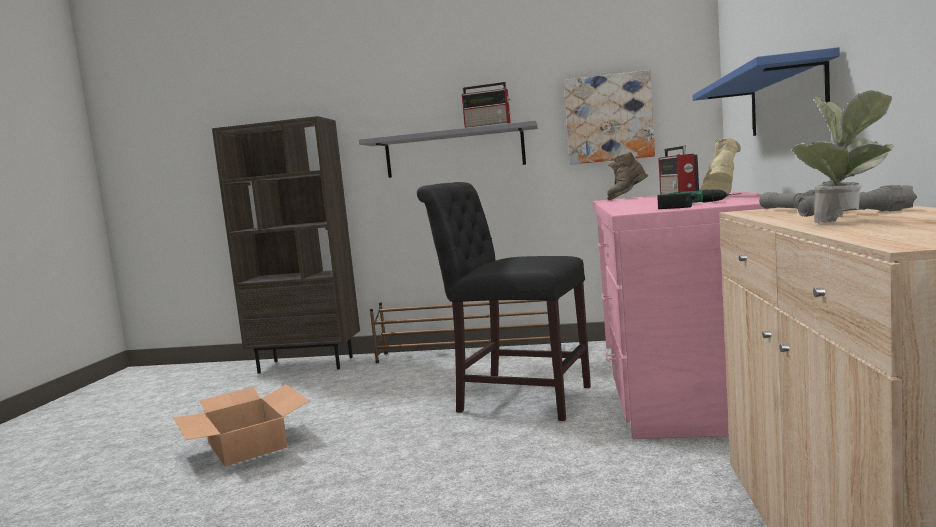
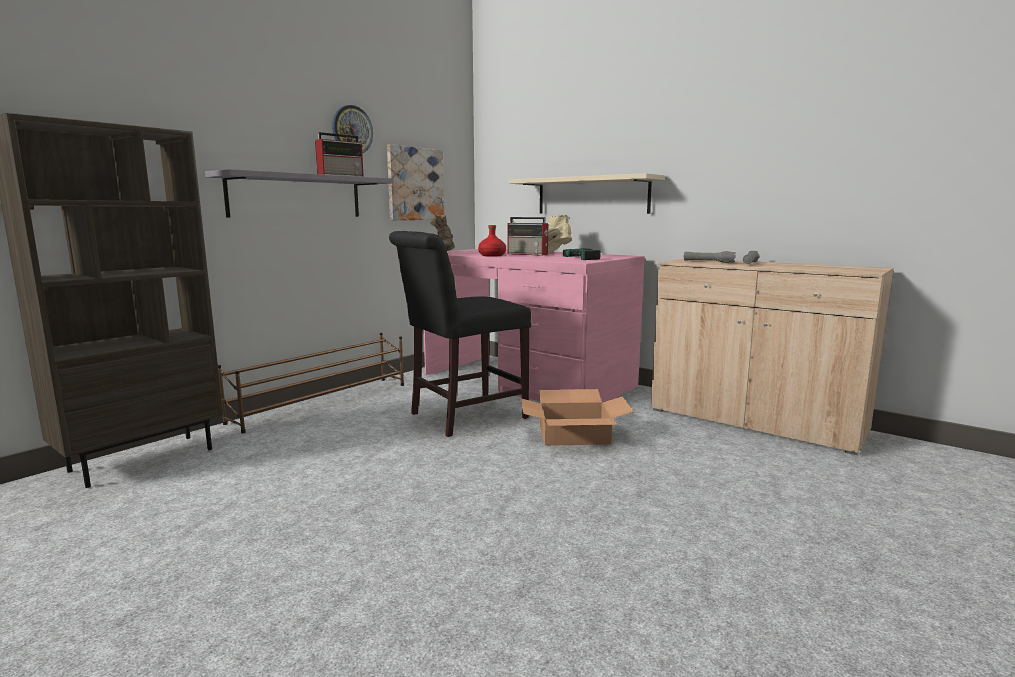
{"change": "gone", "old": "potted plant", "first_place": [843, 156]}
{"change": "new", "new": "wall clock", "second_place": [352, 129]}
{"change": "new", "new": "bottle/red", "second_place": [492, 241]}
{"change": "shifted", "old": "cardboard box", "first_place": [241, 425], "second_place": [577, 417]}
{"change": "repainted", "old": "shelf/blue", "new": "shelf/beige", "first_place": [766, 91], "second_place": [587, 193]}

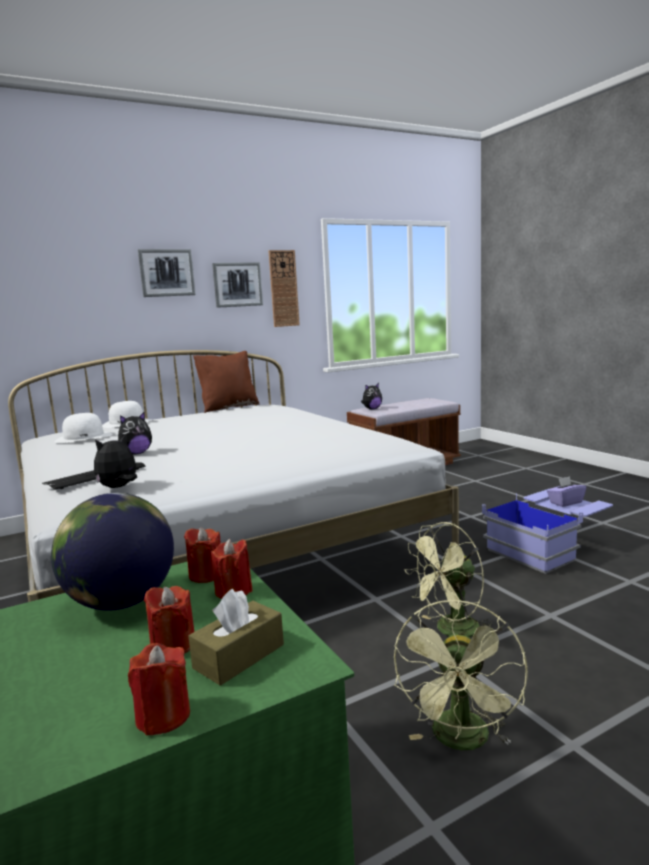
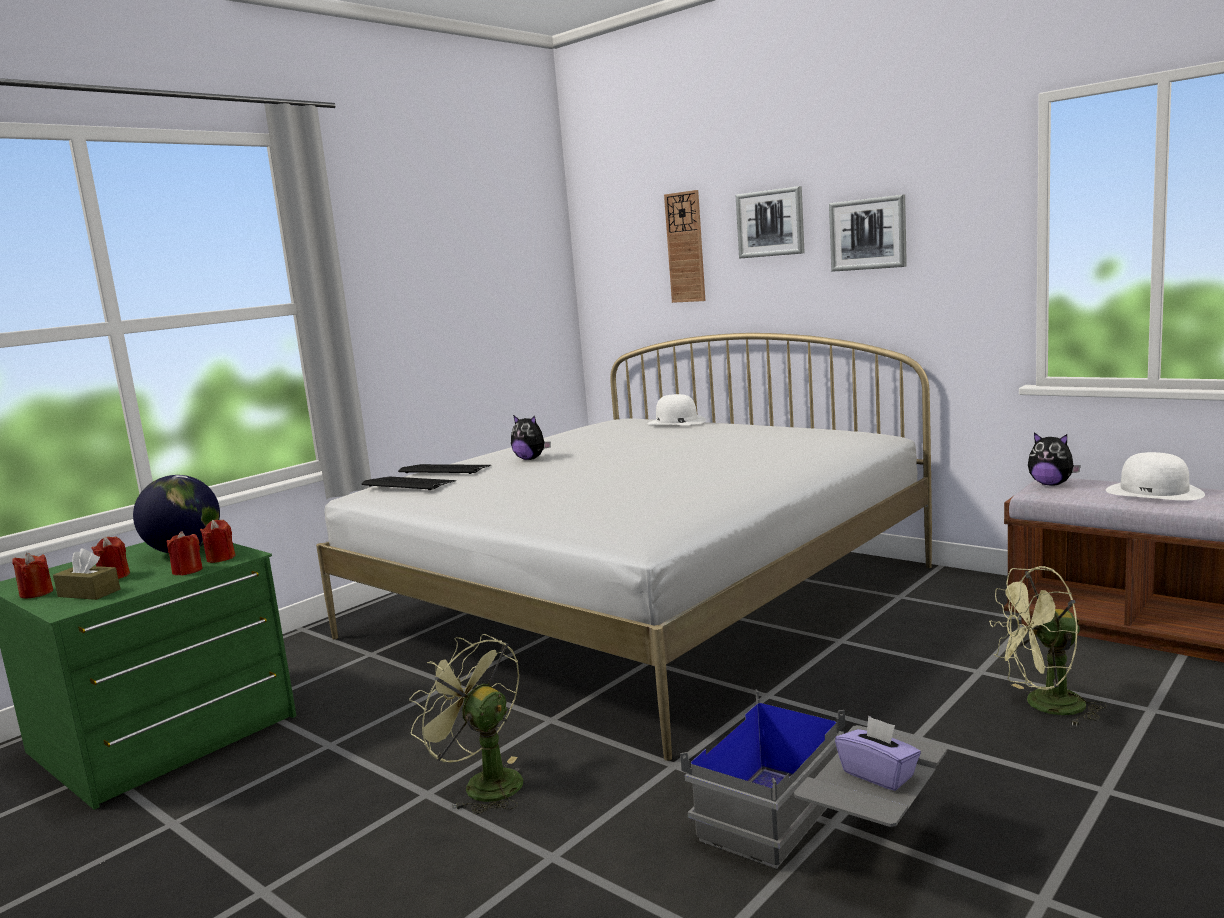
{"change": "gone", "old": "pillow/brown", "first_place": [226, 382]}
{"change": "shifted", "old": "hat/white", "first_place": [83, 428], "second_place": [1155, 476]}
{"change": "shifted", "old": "wall clock", "first_place": [284, 288], "second_place": [684, 246]}
{"change": "shifted", "old": "fan/green", "first_place": [461, 674], "second_place": [1048, 646]}
{"change": "swapped", "old": "plush toy", "new": "keyboard", "first_place": [115, 461], "second_place": [409, 483]}
{"change": "repainted", "old": "storage box/blue", "new": "storage box/grey", "first_place": [547, 531], "second_place": [813, 779]}

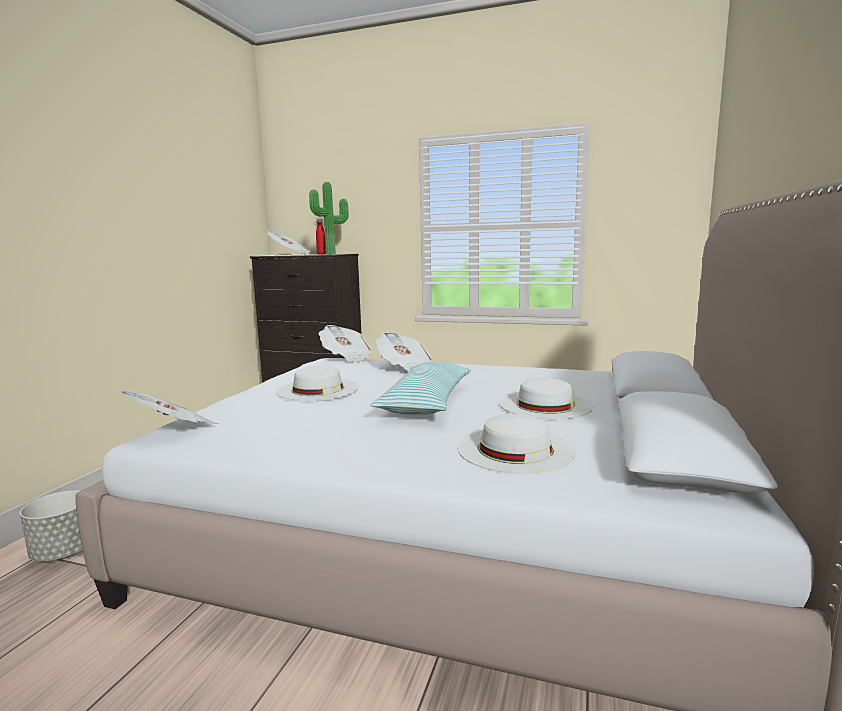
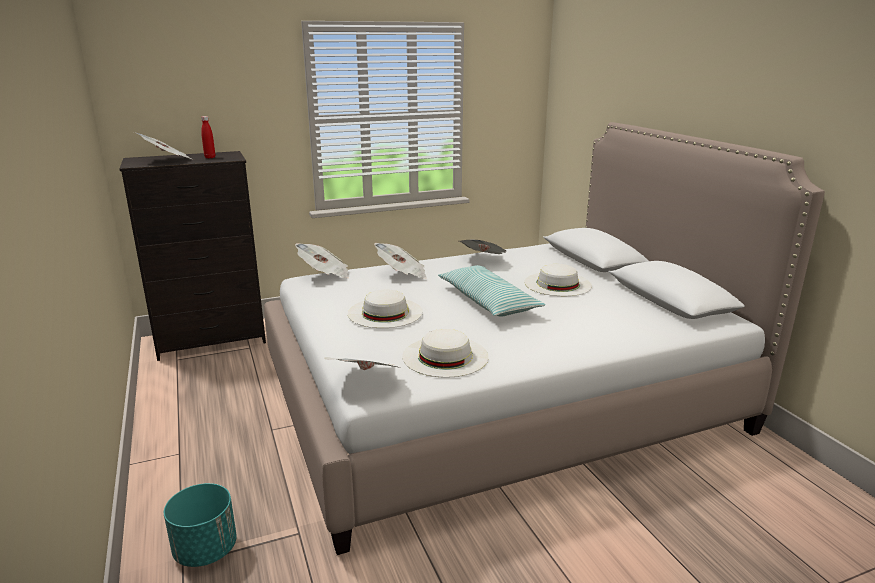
{"change": "gone", "old": "potted plant", "first_place": [329, 218]}
{"change": "new", "new": "newspaper", "second_place": [482, 247]}
{"change": "shifted", "old": "hat/white", "first_place": [516, 444], "second_place": [445, 353]}
{"change": "repainted", "old": "planter/grey", "new": "planter/turquoise", "first_place": [51, 525], "second_place": [200, 525]}

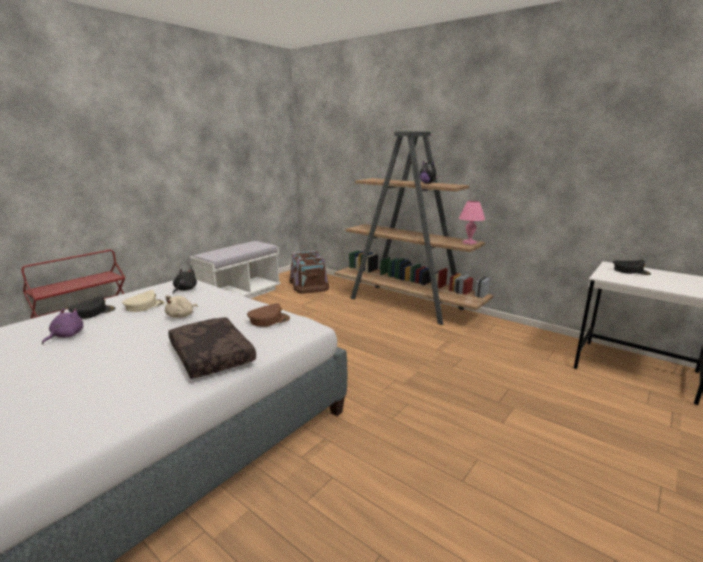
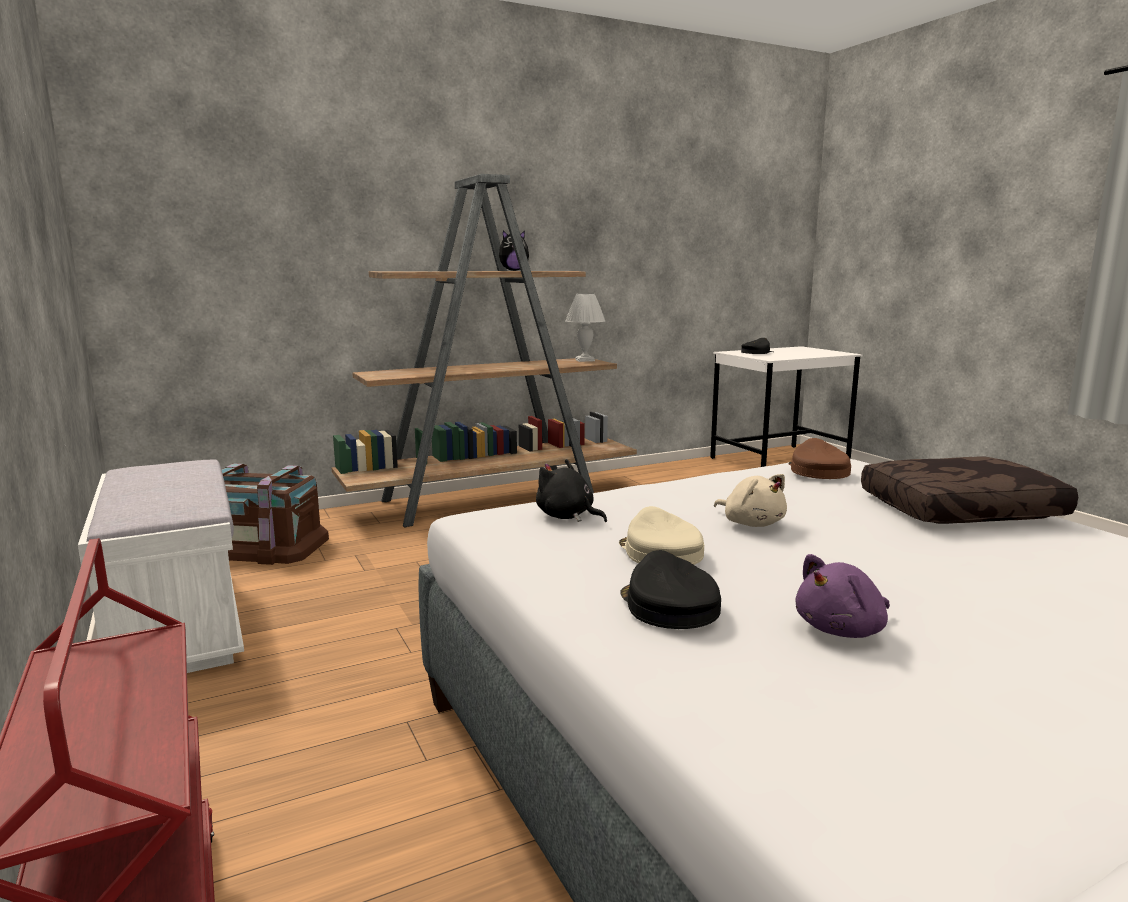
{"change": "repainted", "old": "table lamp/pink", "new": "table lamp/white", "first_place": [472, 223], "second_place": [585, 327]}
{"change": "rotated", "old": "plush toy/purple", "first_place": [62, 326], "second_place": [842, 596], "degrees": -75}

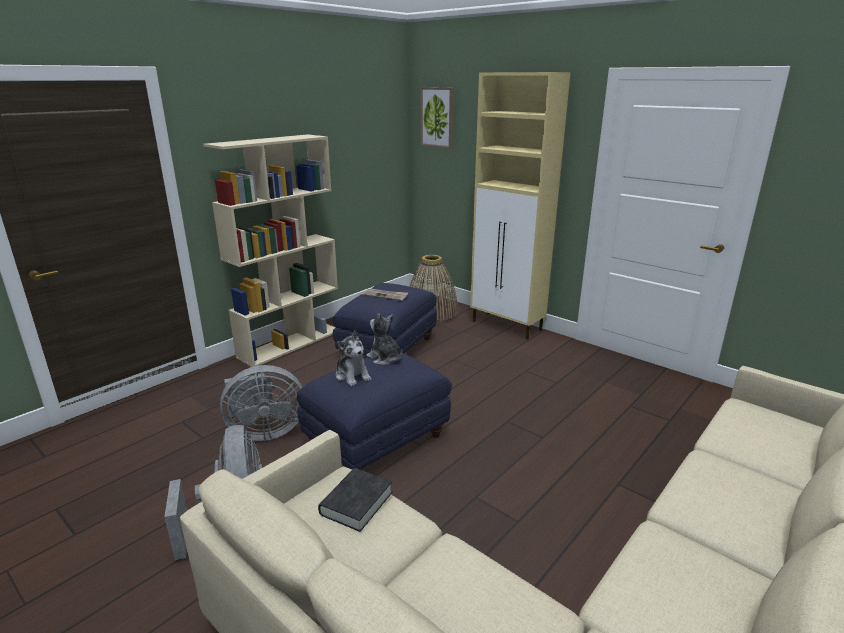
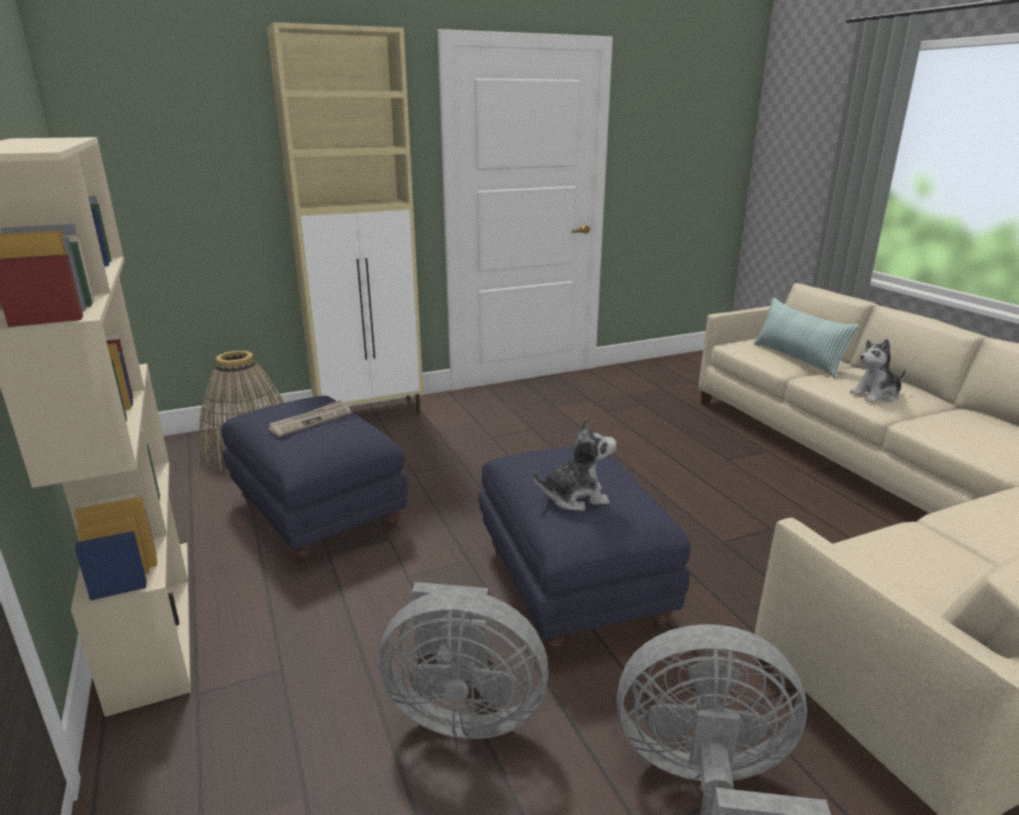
{"change": "gone", "old": "book/black", "first_place": [355, 500]}
{"change": "gone", "old": "picture", "first_place": [437, 117]}
{"change": "new", "new": "pillow", "second_place": [806, 337]}
{"change": "shifted", "old": "plush toy", "first_place": [384, 339], "second_place": [878, 371]}
{"change": "rotated", "old": "fan/grey", "first_place": [261, 403], "second_place": [463, 660], "degrees": 90}

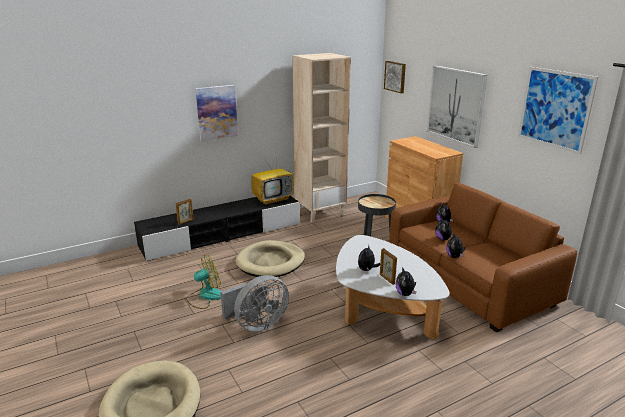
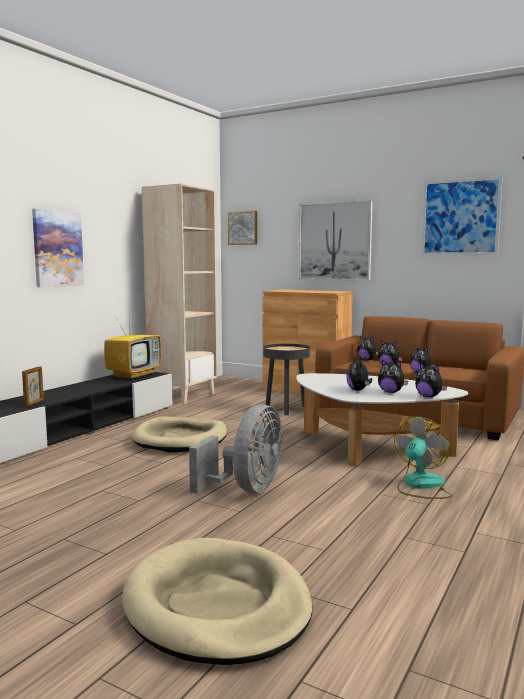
{"change": "shifted", "old": "fan", "first_place": [203, 282], "second_place": [423, 457]}
{"change": "swapped", "old": "picture frame", "new": "plush toy", "first_place": [388, 266], "second_place": [393, 376]}

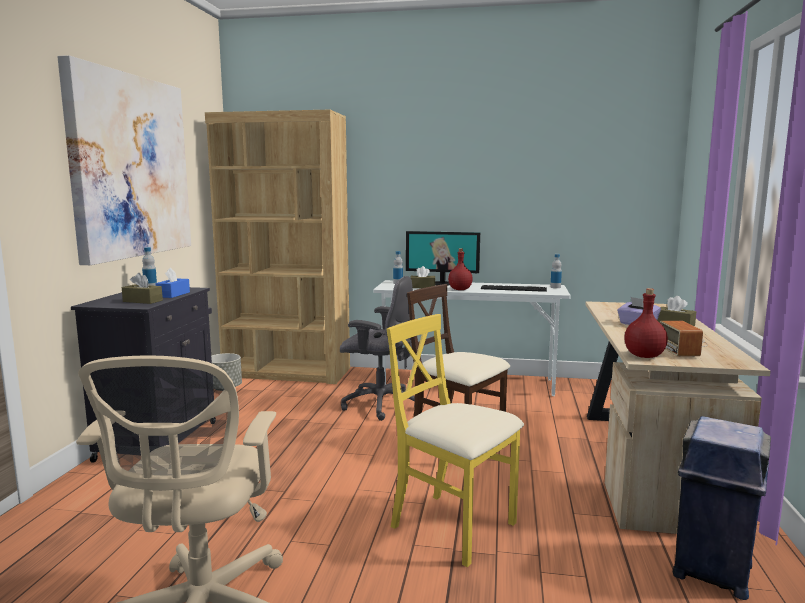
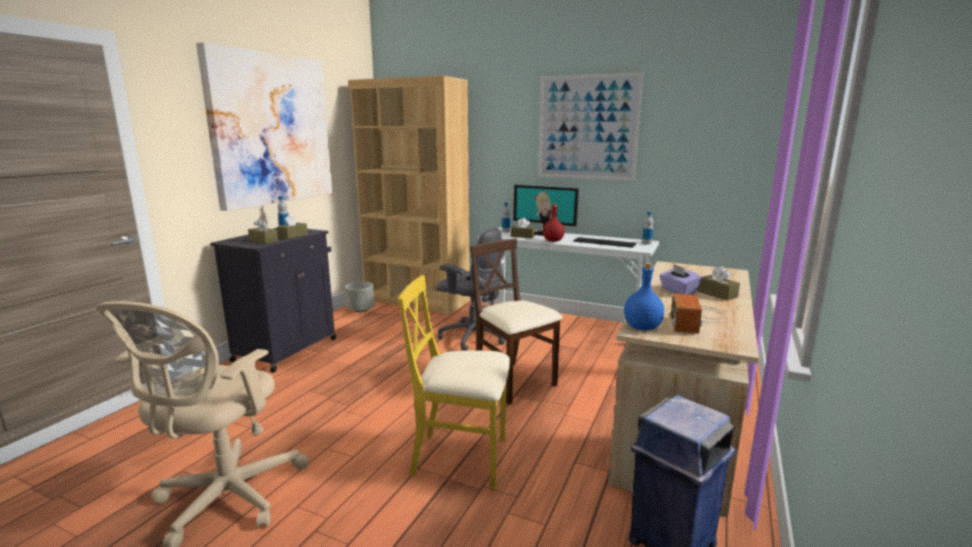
{"change": "new", "new": "picture", "second_place": [590, 126]}
{"change": "repainted", "old": "tissue box/blue", "new": "tissue box/brown", "first_place": [172, 282], "second_place": [292, 226]}
{"change": "repainted", "old": "bottle/red", "new": "bottle/blue", "first_place": [646, 323], "second_place": [644, 296]}
{"change": "rotated", "old": "chair/yellow", "first_place": [455, 440], "second_place": [454, 382], "degrees": -45}

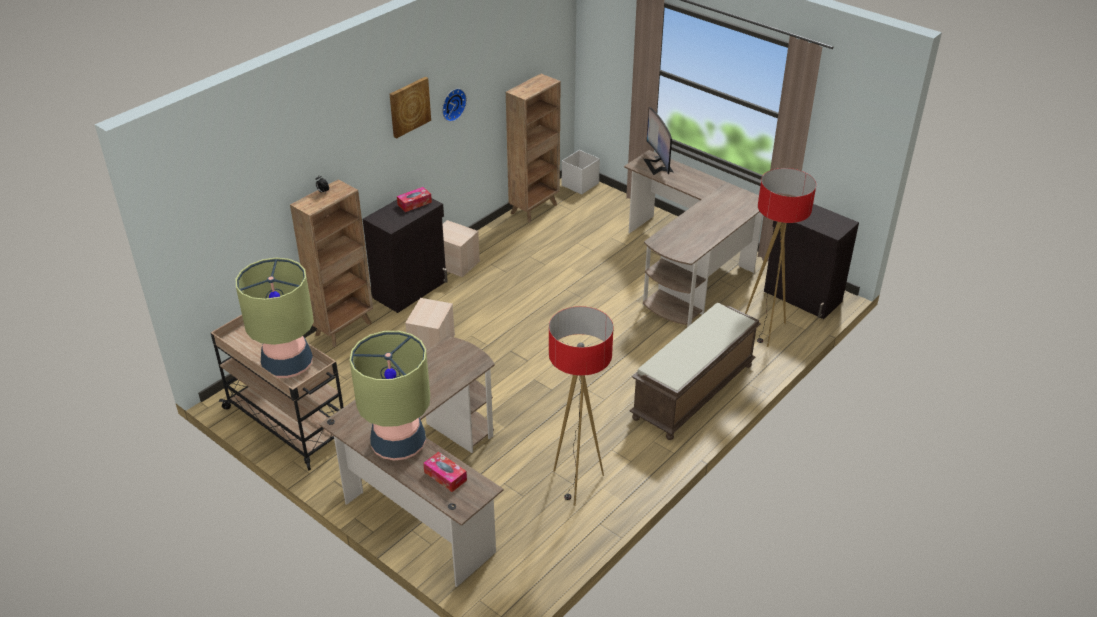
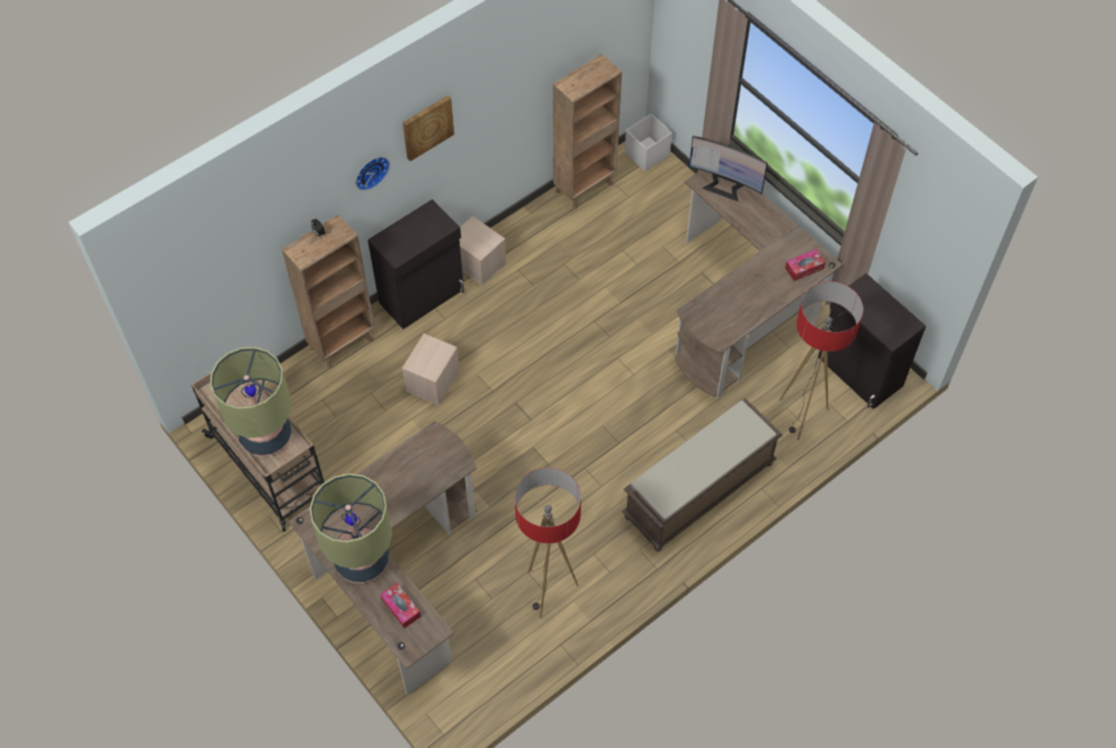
{"change": "shifted", "old": "tissue box", "first_place": [414, 199], "second_place": [805, 265]}
{"change": "shifted", "old": "wall clock", "first_place": [454, 105], "second_place": [372, 174]}
{"change": "rotated", "old": "monitor", "first_place": [658, 141], "second_place": [728, 169], "degrees": -60}

